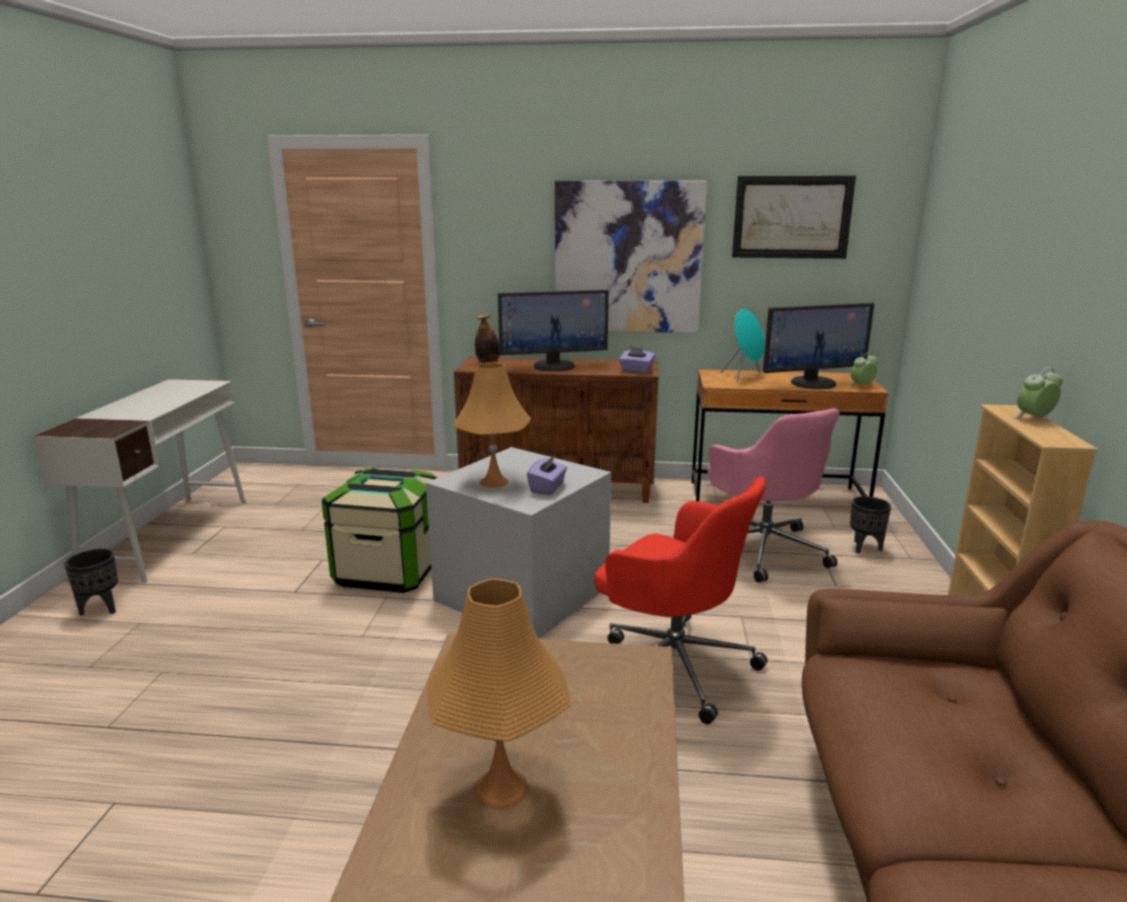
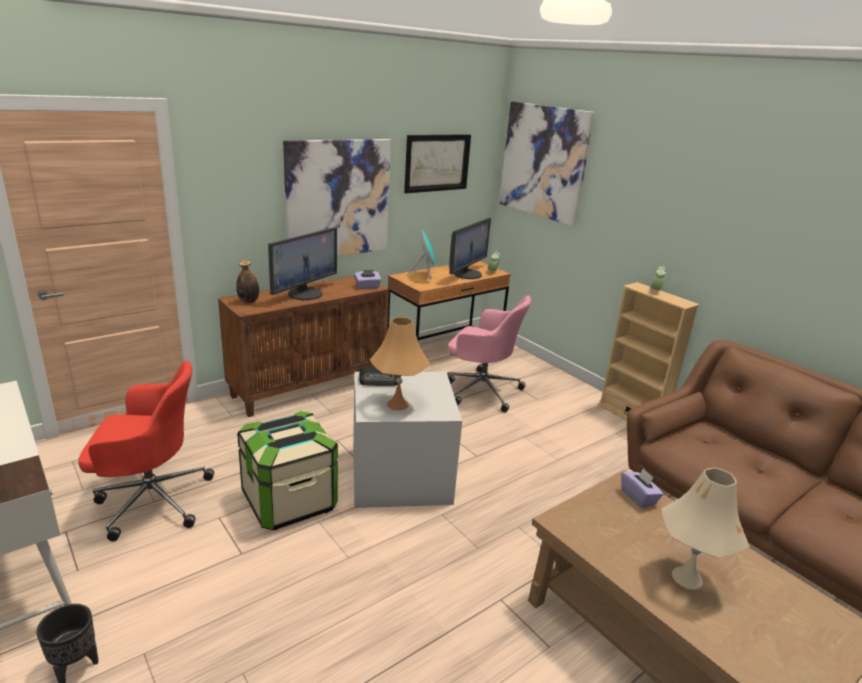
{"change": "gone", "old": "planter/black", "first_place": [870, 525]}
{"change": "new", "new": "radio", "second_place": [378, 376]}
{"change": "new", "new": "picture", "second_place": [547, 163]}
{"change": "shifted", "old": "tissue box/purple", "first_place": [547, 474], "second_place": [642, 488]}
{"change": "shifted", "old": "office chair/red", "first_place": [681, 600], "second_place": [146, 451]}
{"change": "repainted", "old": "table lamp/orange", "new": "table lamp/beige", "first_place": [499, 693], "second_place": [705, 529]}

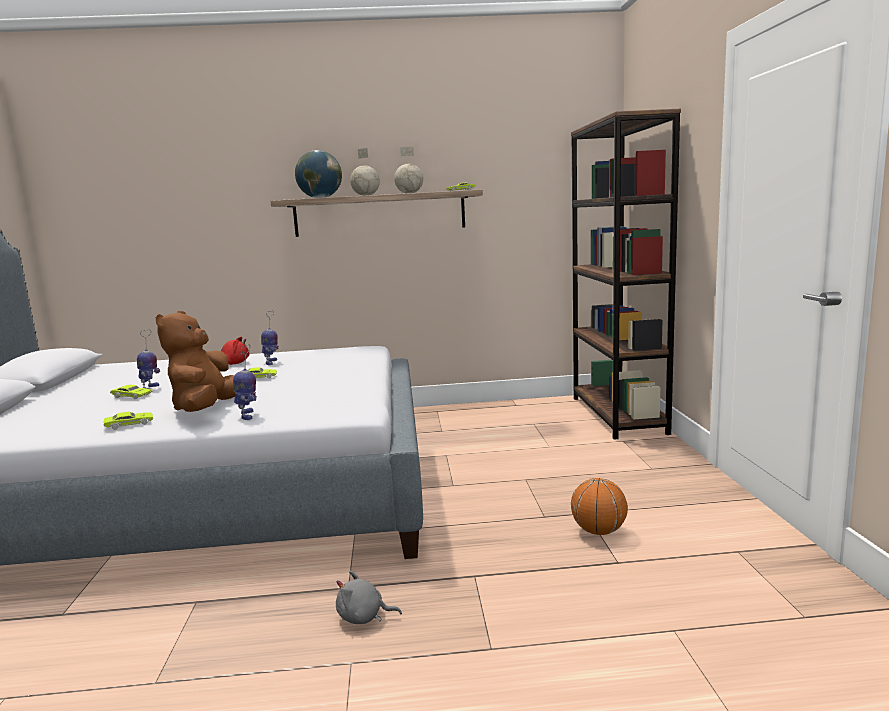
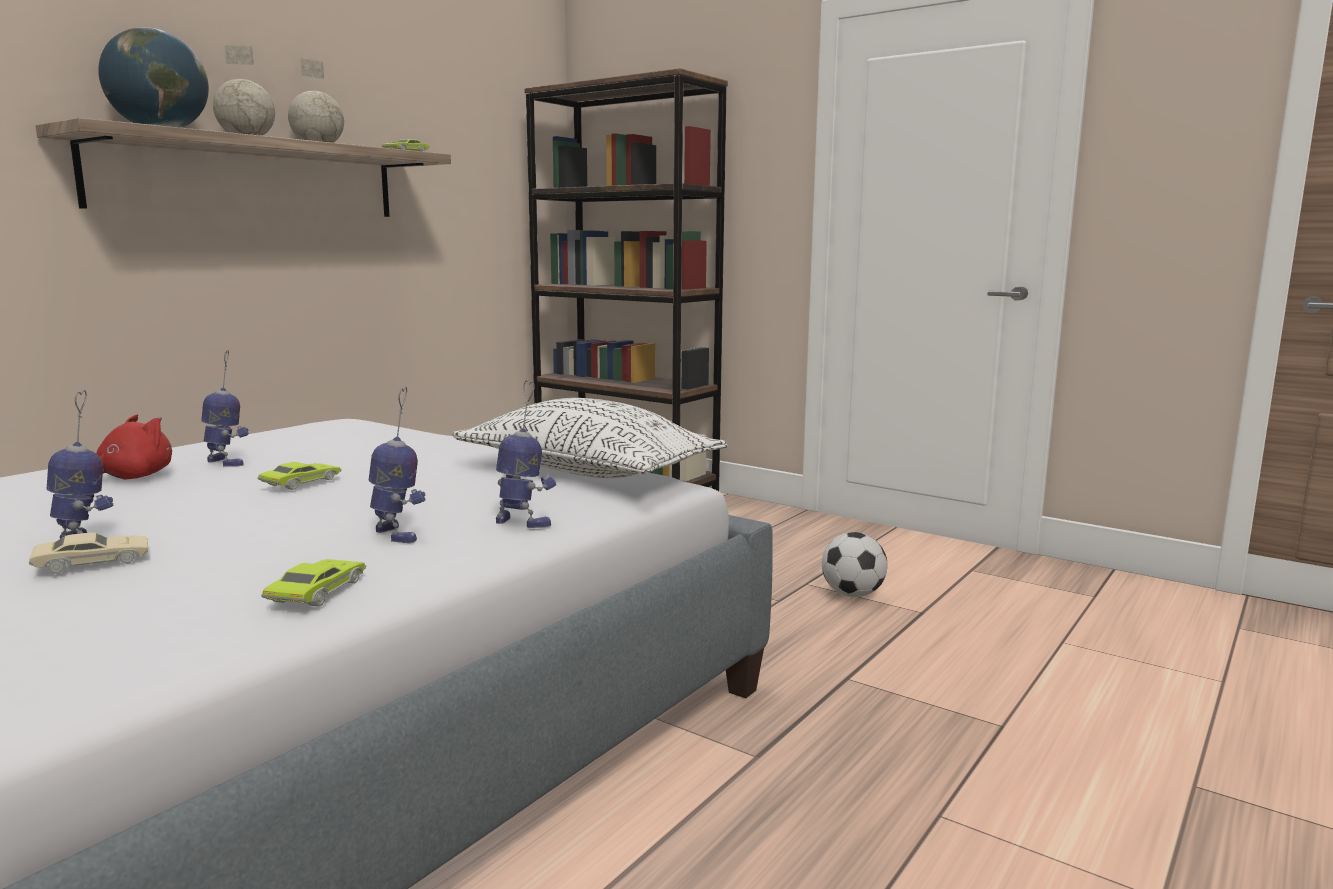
{"change": "gone", "old": "plush toy/grey", "first_place": [369, 597]}
{"change": "new", "new": "pillow/white", "second_place": [590, 438]}
{"change": "swapped", "old": "plush toy/brown", "new": "toy robot", "first_place": [196, 361], "second_place": [397, 465]}
{"change": "swapped", "old": "basketball", "new": "football", "first_place": [599, 506], "second_place": [855, 564]}
{"change": "repainted", "old": "toy car/green", "new": "toy car/beige", "first_place": [131, 392], "second_place": [88, 553]}

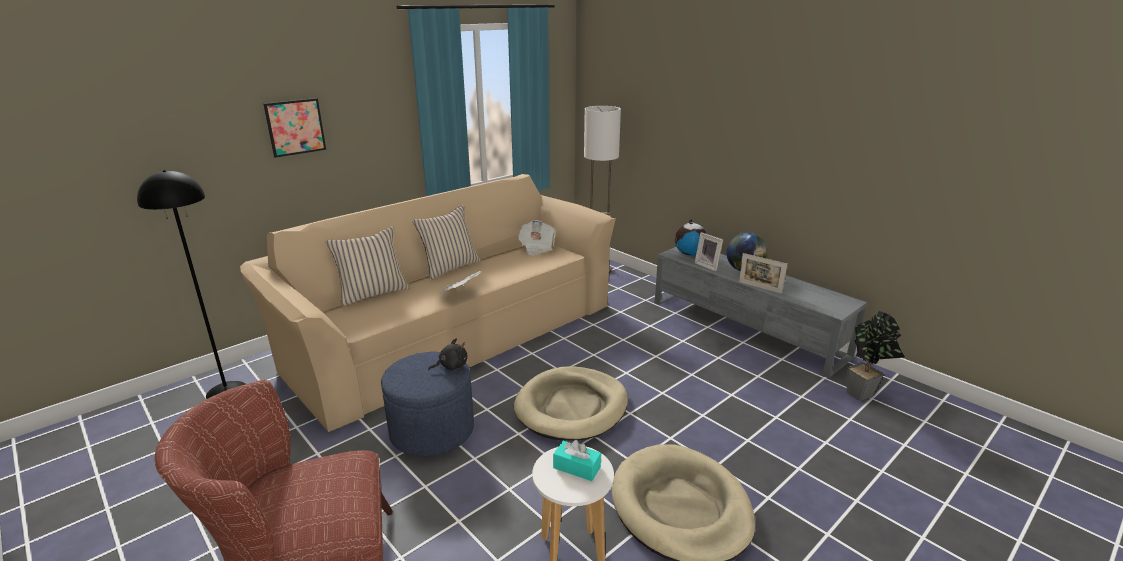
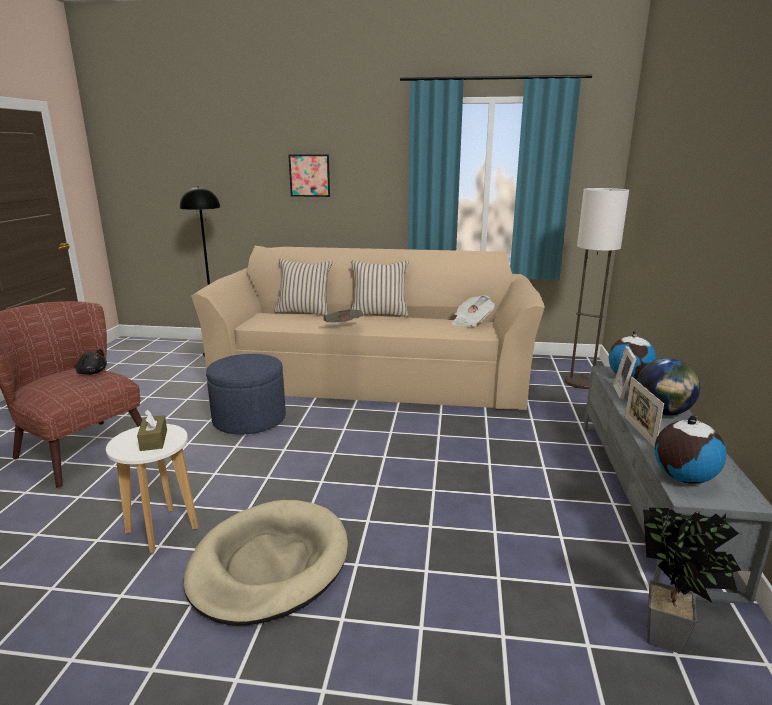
{"change": "gone", "old": "dog bed/beige", "first_place": [571, 403]}
{"change": "new", "new": "globe", "second_place": [690, 449]}
{"change": "shifted", "old": "plush toy/black", "first_place": [448, 354], "second_place": [90, 362]}
{"change": "repainted", "old": "tissue box/turquoise", "new": "tissue box/brown", "first_place": [577, 460], "second_place": [152, 430]}

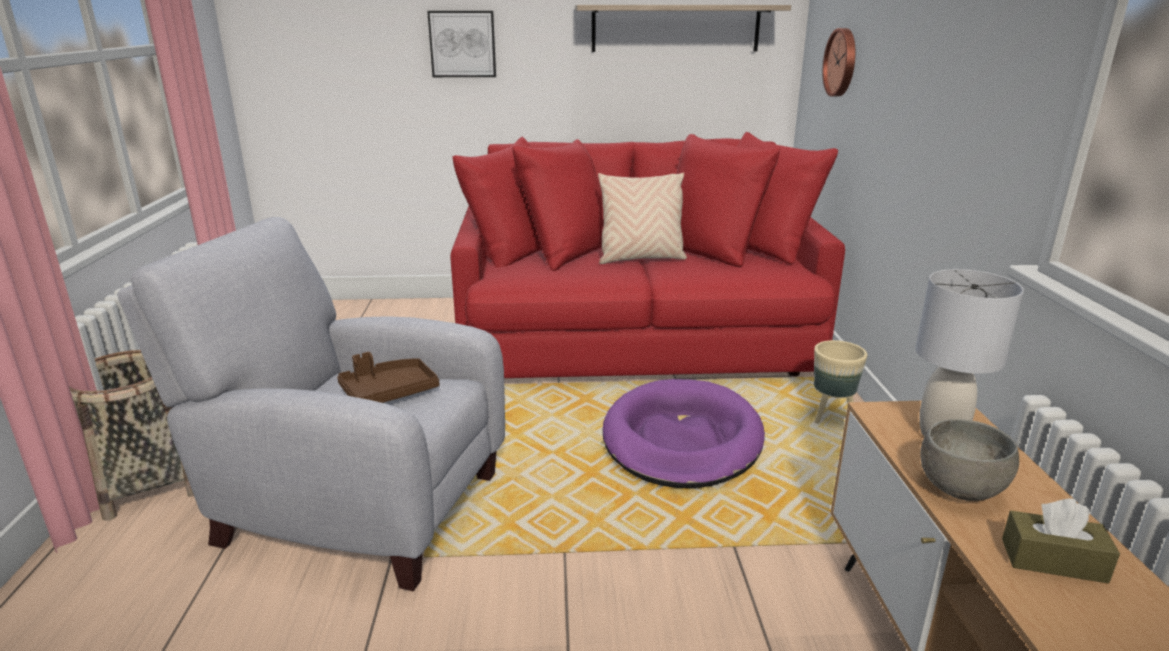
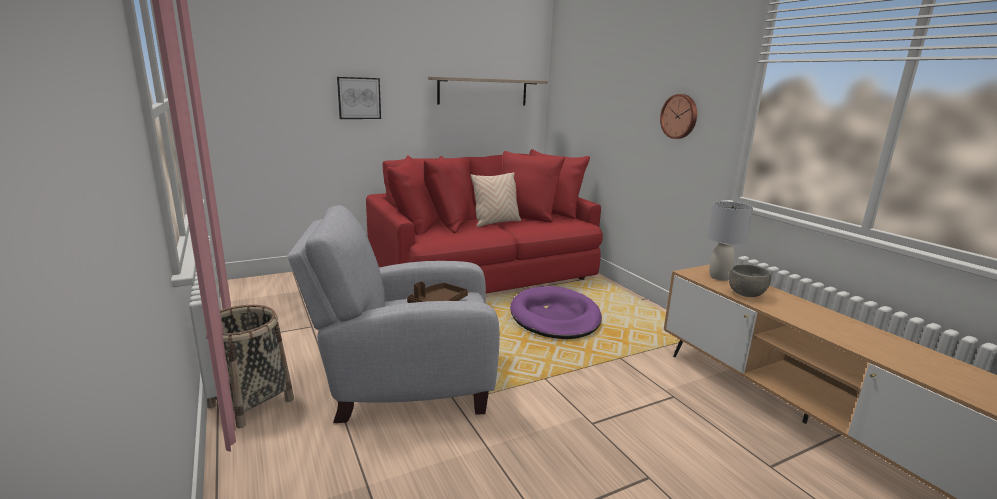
{"change": "gone", "old": "planter/beige", "first_place": [840, 382]}
{"change": "gone", "old": "tissue box/brown", "first_place": [1061, 541]}
{"change": "shifted", "old": "wall clock", "first_place": [839, 62], "second_place": [678, 116]}

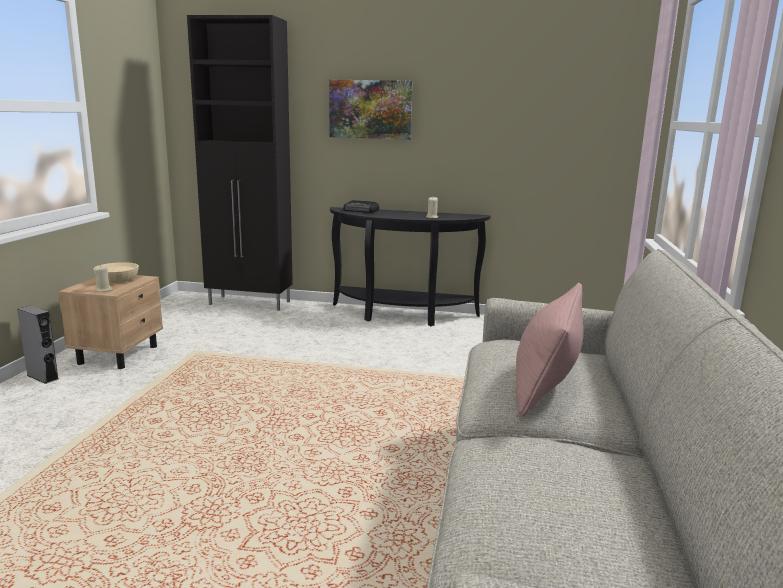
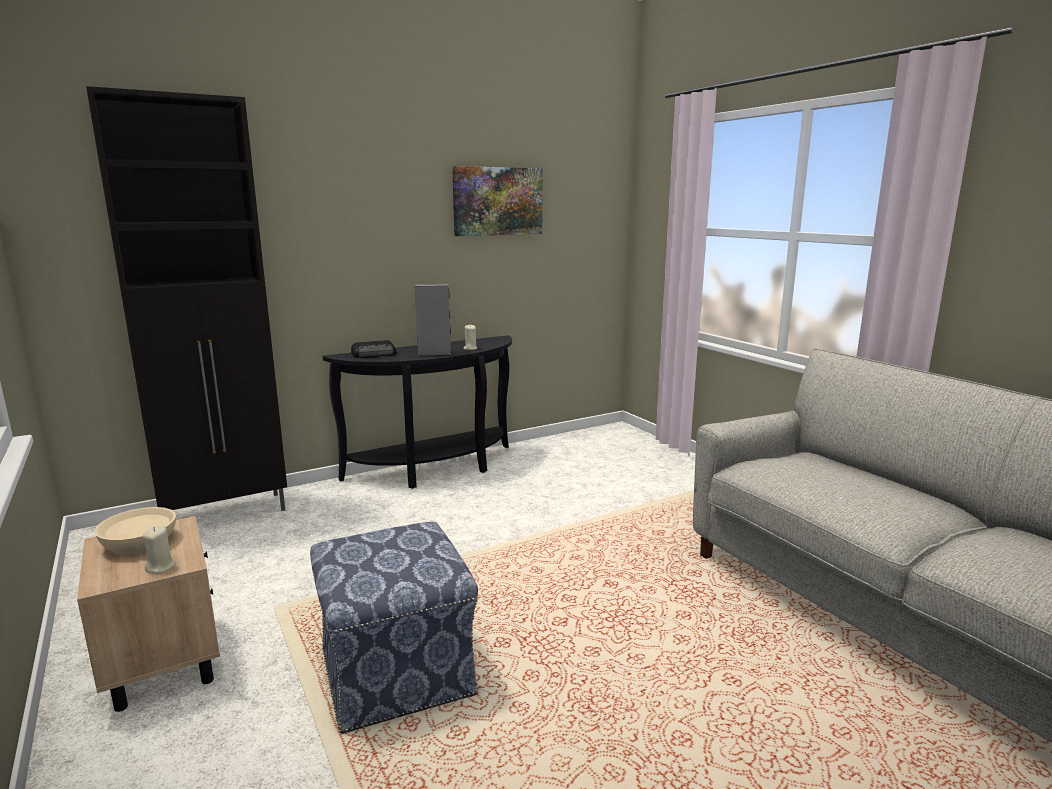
{"change": "gone", "old": "pillow/pink", "first_place": [550, 349]}
{"change": "new", "new": "ottoman", "second_place": [394, 628]}
{"change": "shifted", "old": "speaker/grey", "first_place": [37, 345], "second_place": [433, 320]}
{"change": "shifted", "old": "picture", "first_place": [371, 110], "second_place": [497, 201]}

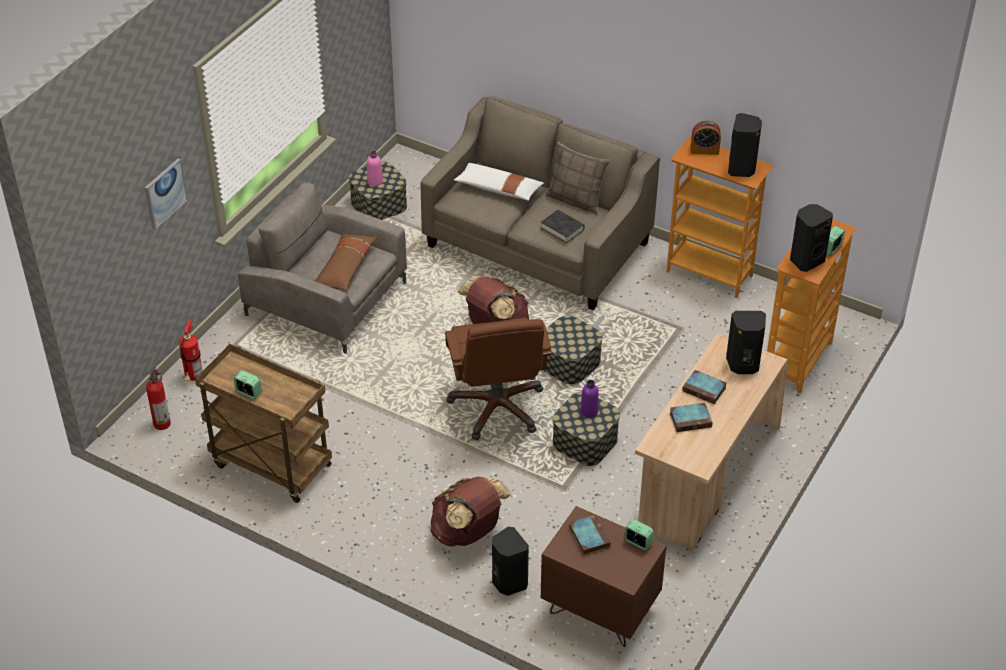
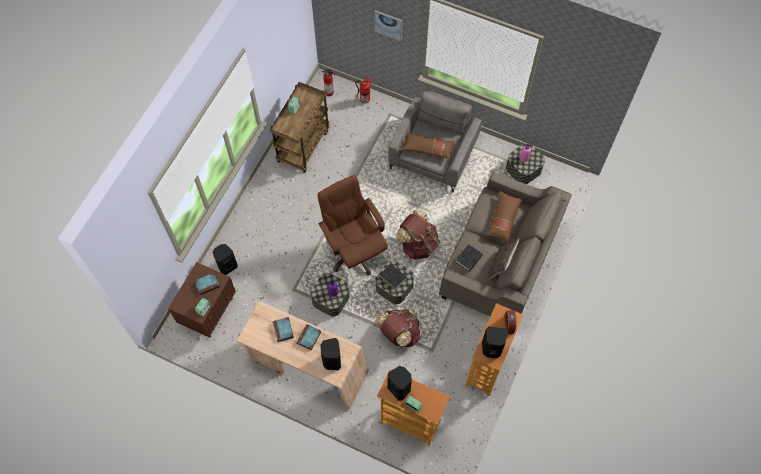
{"change": "new", "new": "book/black", "second_place": [393, 277]}
{"change": "shifted", "old": "backpack/brown", "first_place": [470, 511], "second_place": [397, 328]}
{"change": "repainted", "old": "pillow/white", "new": "pillow/brown", "first_place": [499, 182], "second_place": [504, 217]}
{"change": "rotated", "old": "office chair/brown", "first_place": [498, 379], "second_place": [353, 225], "degrees": 75}

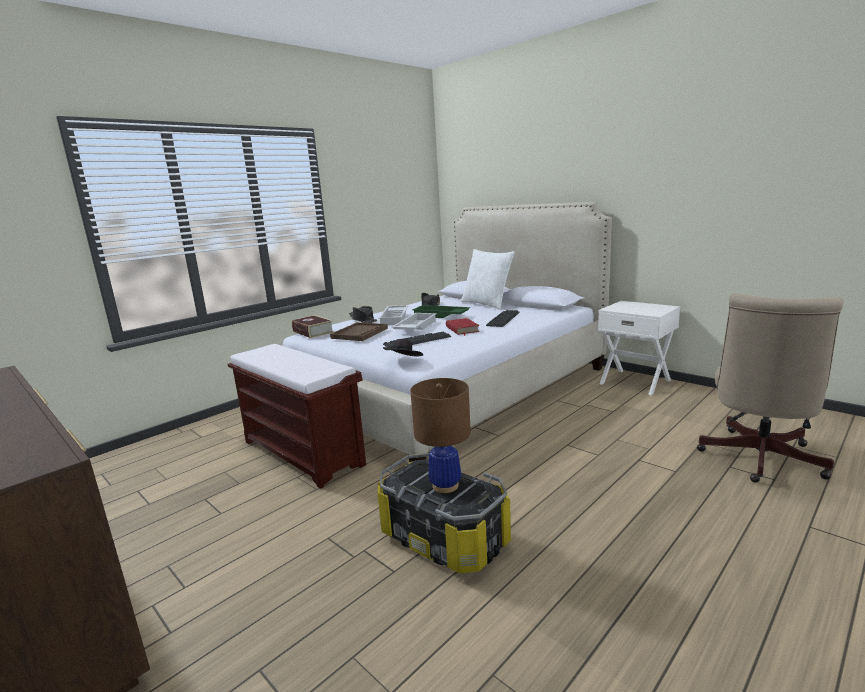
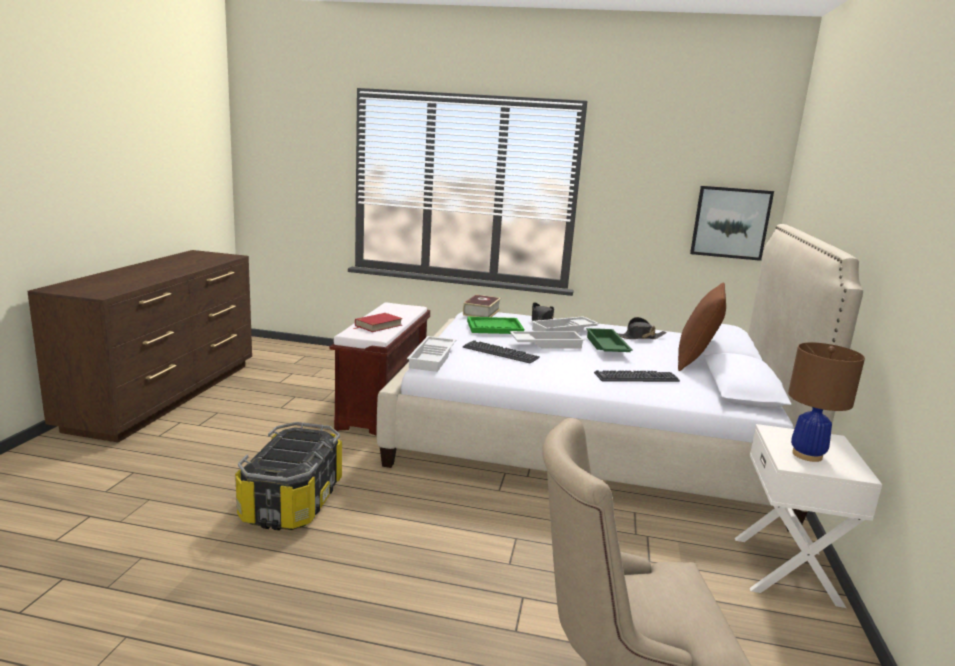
{"change": "new", "new": "picture", "second_place": [732, 223]}
{"change": "shifted", "old": "table lamp/brown", "first_place": [440, 435], "second_place": [826, 402]}
{"change": "shifted", "old": "book/red", "first_place": [463, 327], "second_place": [378, 322]}
{"change": "swapped", "old": "hat/black", "new": "tray/white", "first_place": [403, 348], "second_place": [432, 354]}
{"change": "repainted", "old": "tray/brown", "new": "tray/green", "first_place": [359, 331], "second_place": [495, 325]}
{"change": "repainted", "old": "pillow/white", "new": "pillow/brown", "first_place": [488, 279], "second_place": [702, 326]}

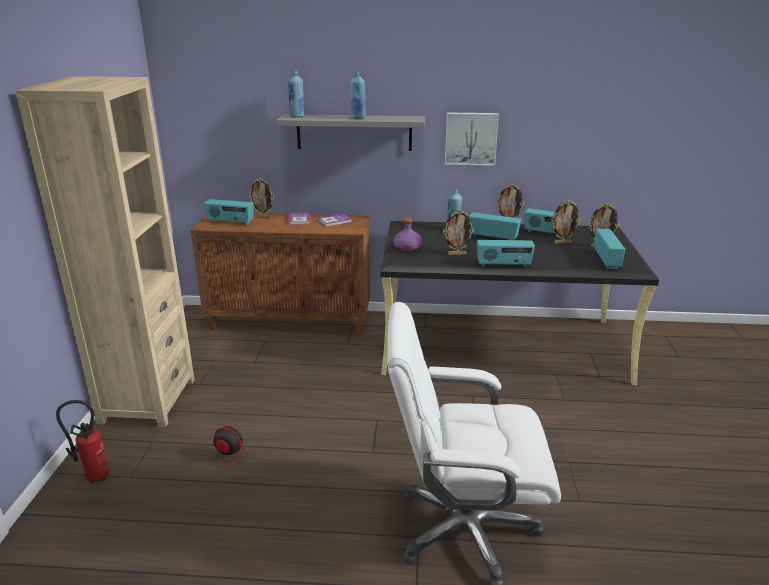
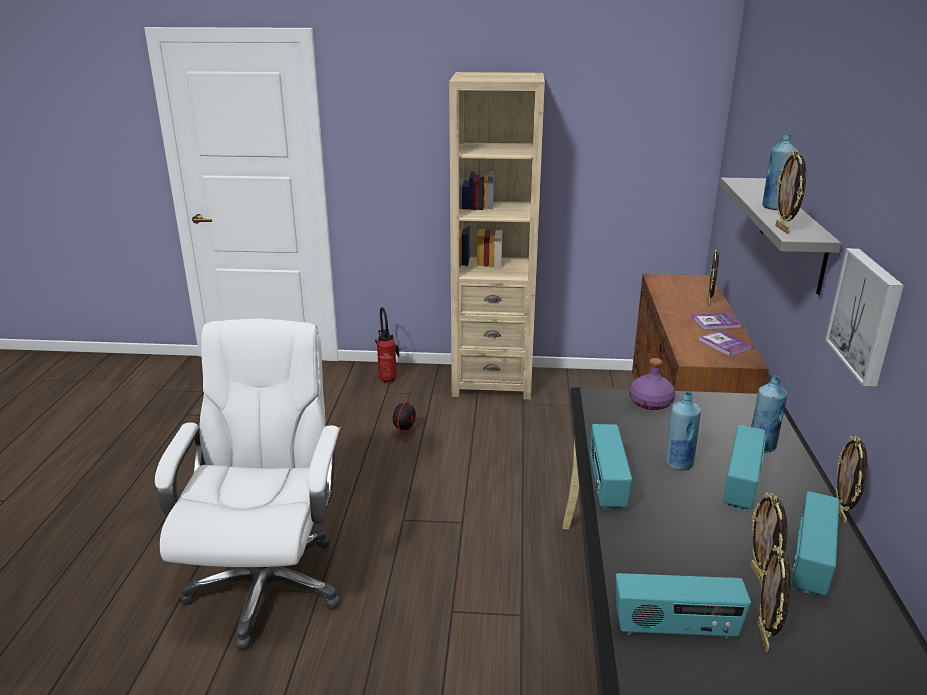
{"change": "gone", "old": "radio", "first_place": [229, 212]}
{"change": "shifted", "old": "bottle/blue", "first_place": [296, 93], "second_place": [683, 431]}
{"change": "shifted", "old": "picture frame", "first_place": [458, 232], "second_place": [791, 192]}

